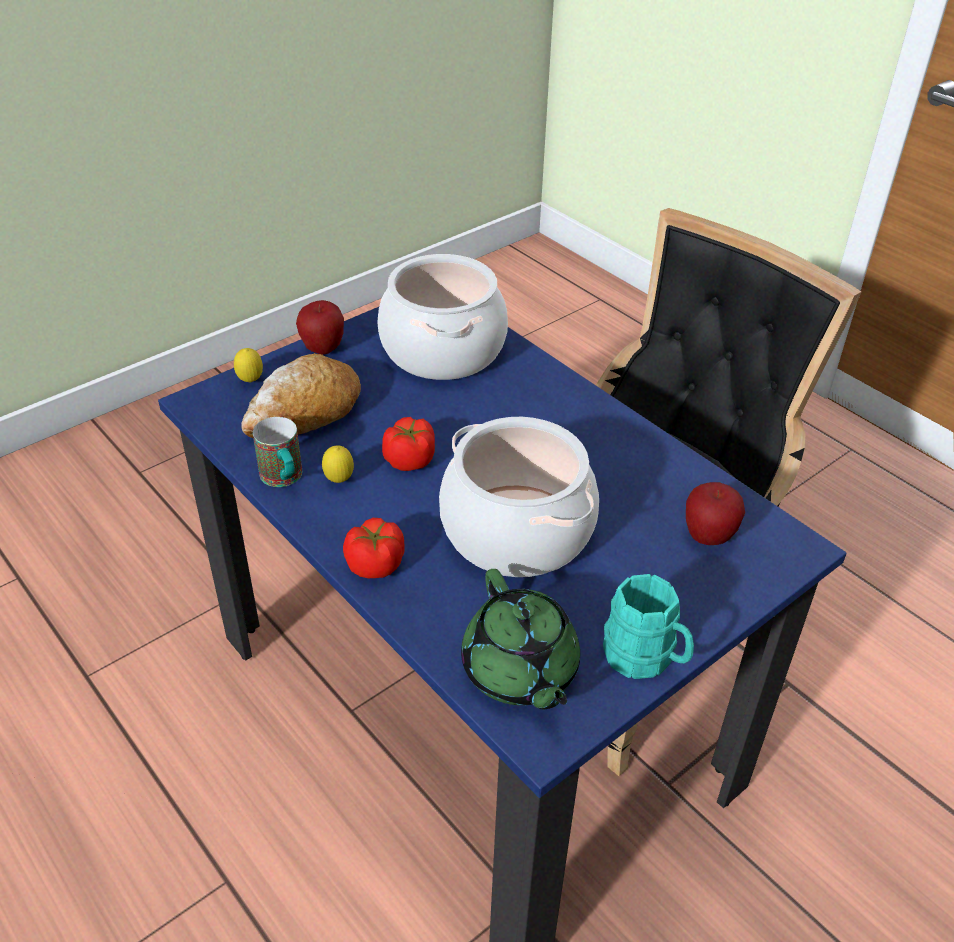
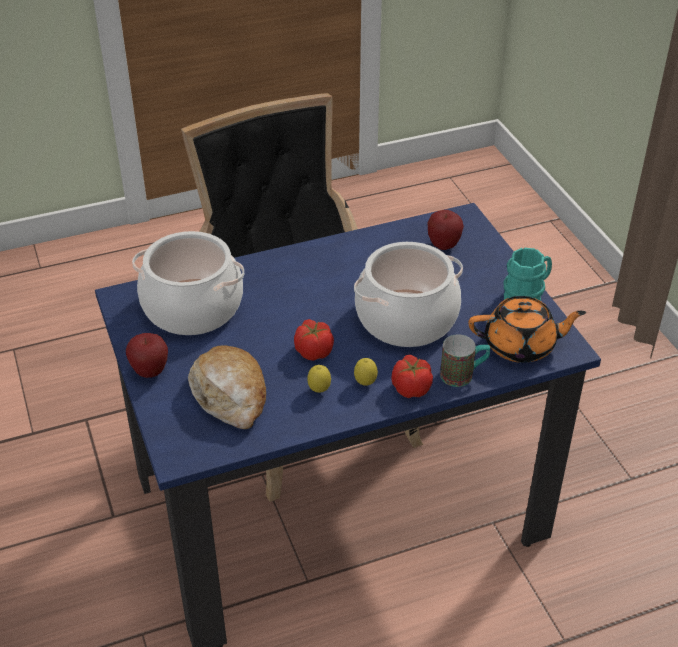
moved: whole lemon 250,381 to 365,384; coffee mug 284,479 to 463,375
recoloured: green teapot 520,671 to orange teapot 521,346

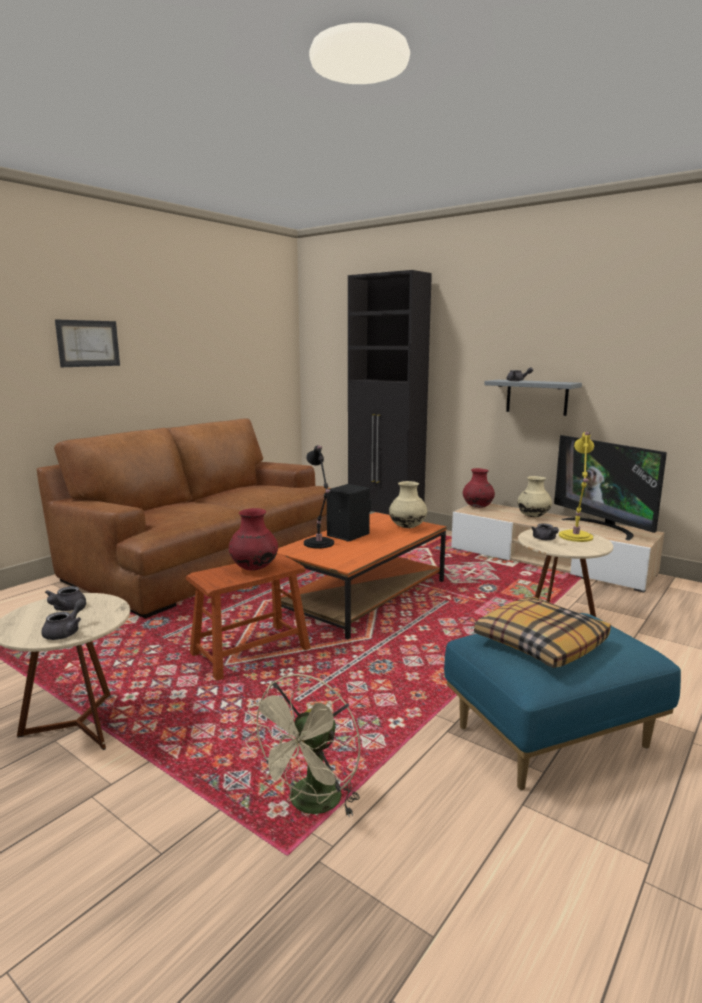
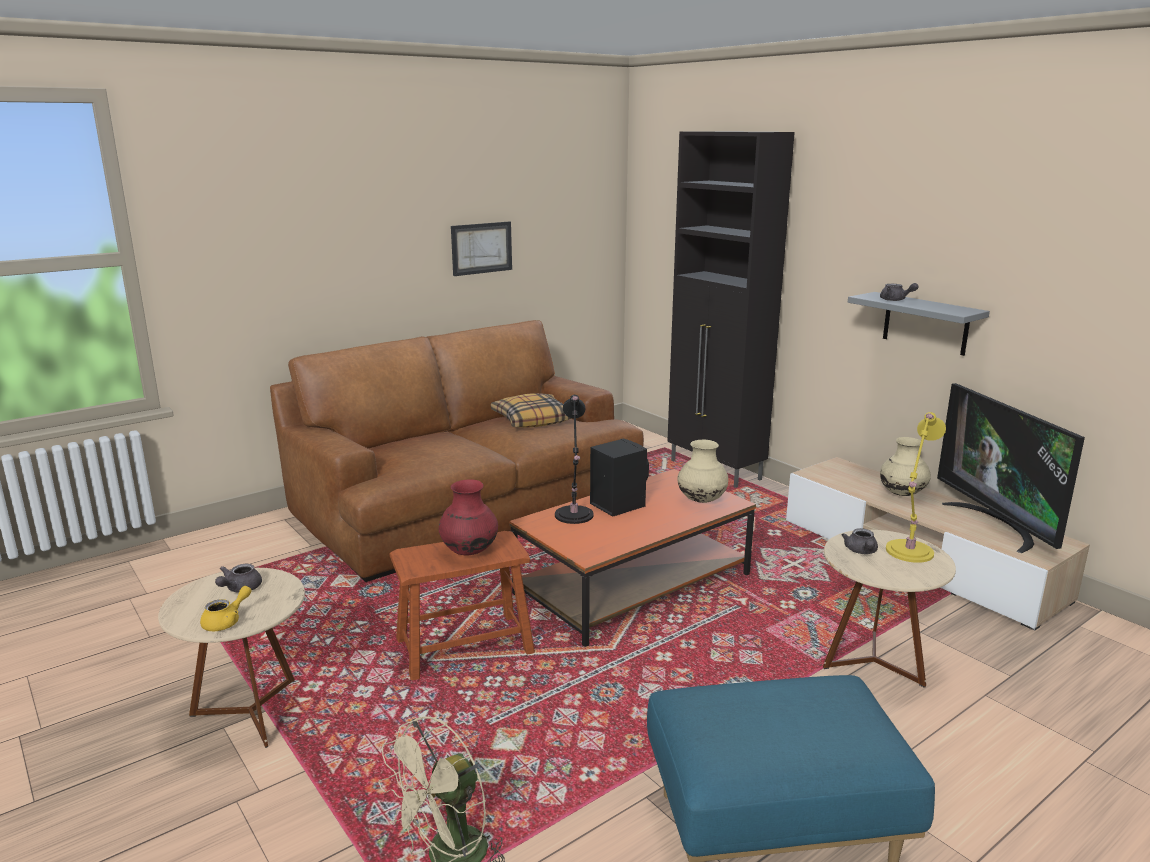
removed: reddish flower vase 477,507
moved: wall art 88,343 to 481,248; cushion 540,643 to 533,420
recoloured: greyish teapot 66,632 to yellow-coloured teapot 227,621

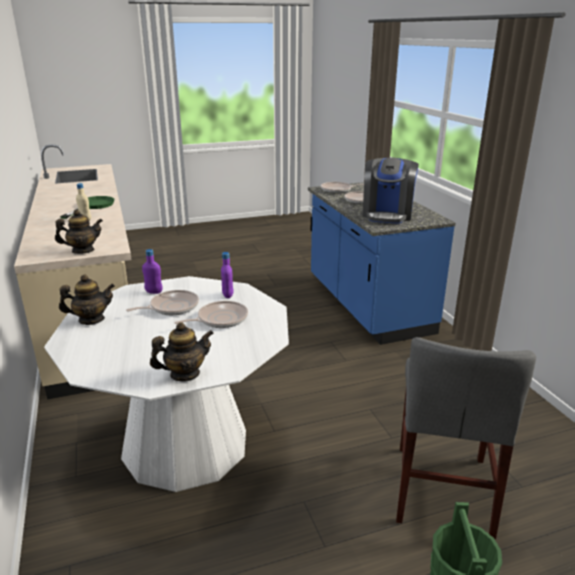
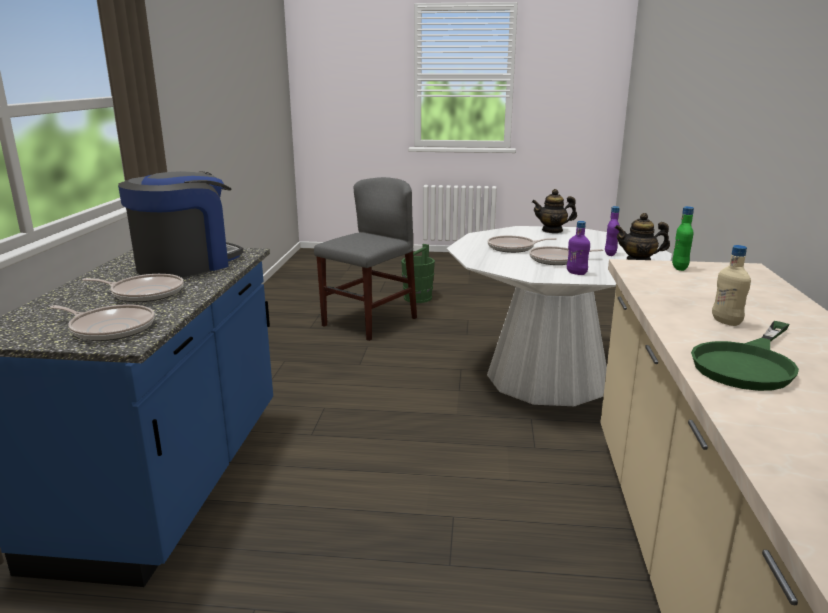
moved: purple bottle 228,295 to 610,254
replaced: teapot 83,251 to green bottle 679,268

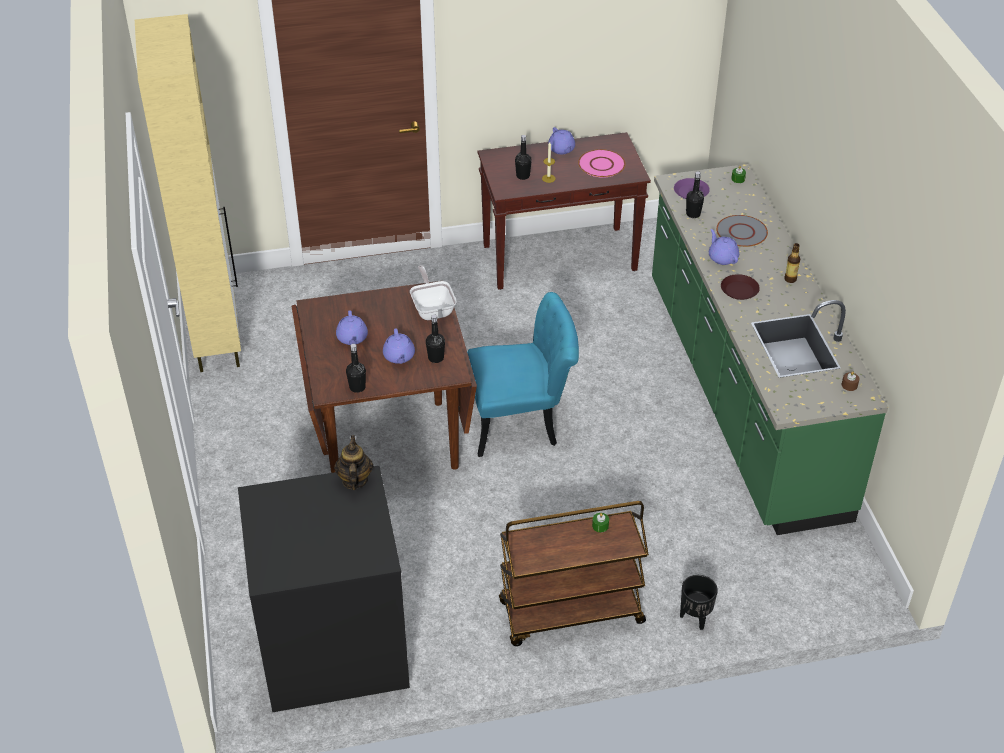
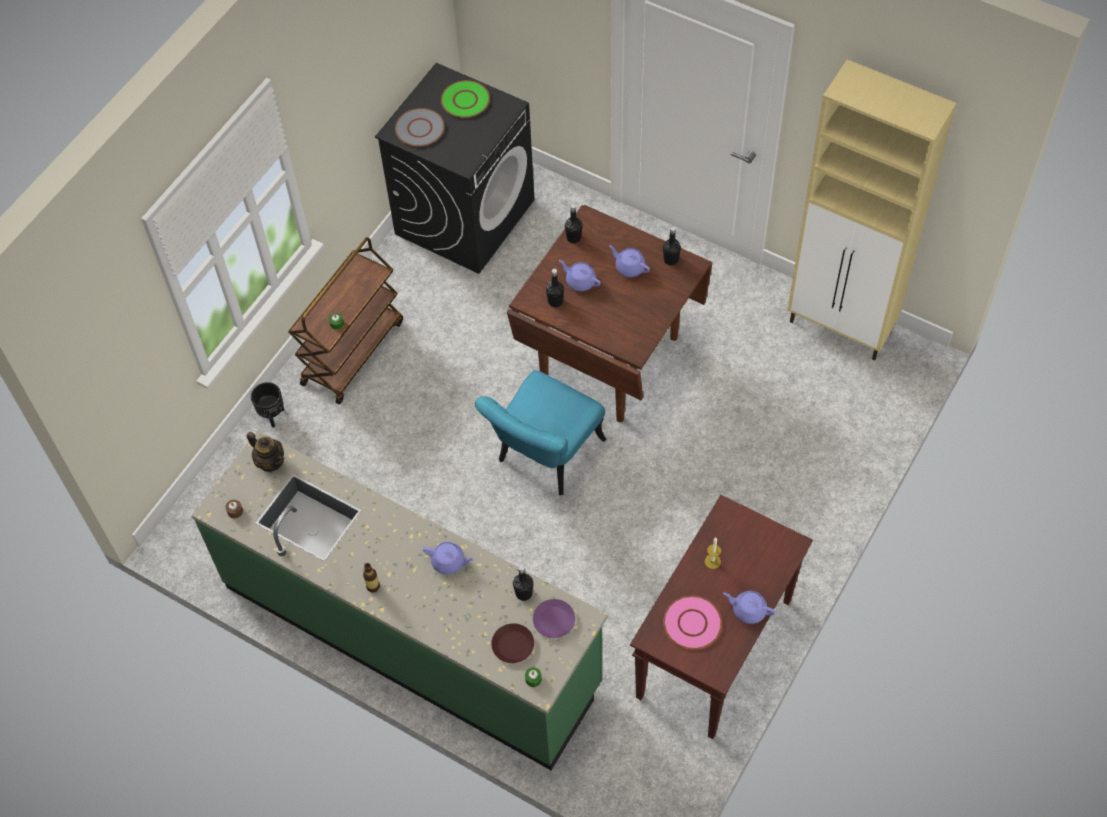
removed: pan 432,308
added: green dinner plate 465,100
moved: black bottle 523,176 to 671,260; greyish dinner plate 741,232 to 420,129; brownish dinner plate 739,291 to 512,645; teapot 354,480 to 270,462

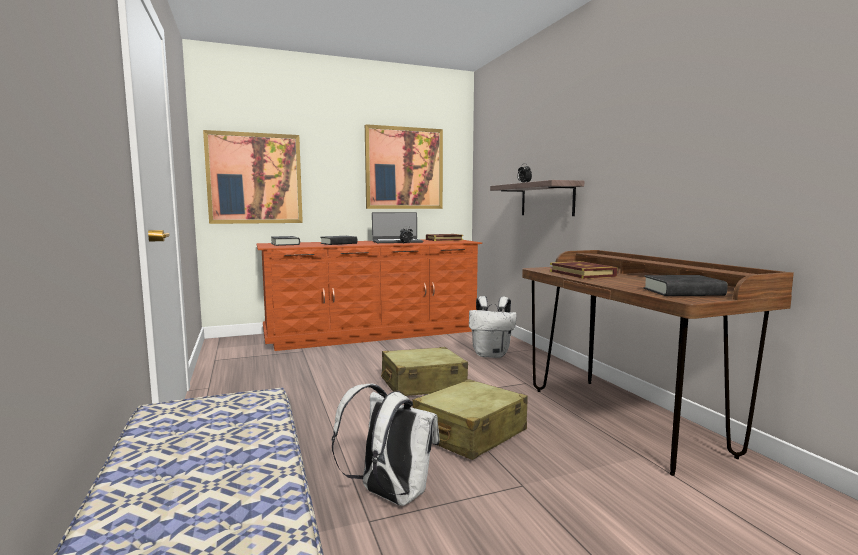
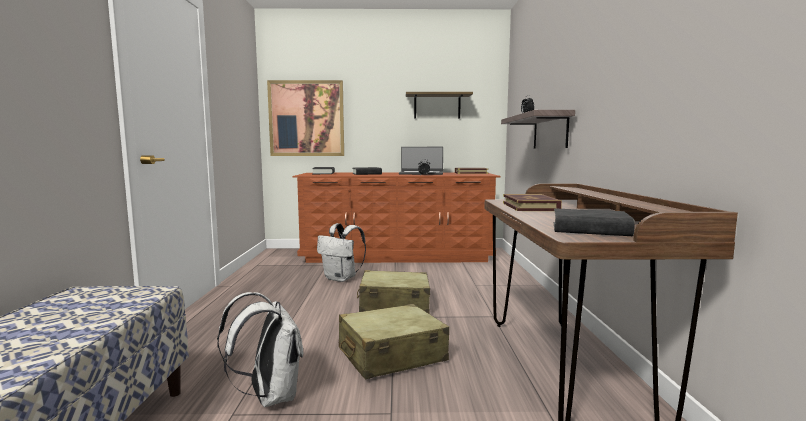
moved: white-coloured knapsack 491,354 to 341,278
replaced: wall art 404,168 to wall shelf 437,106

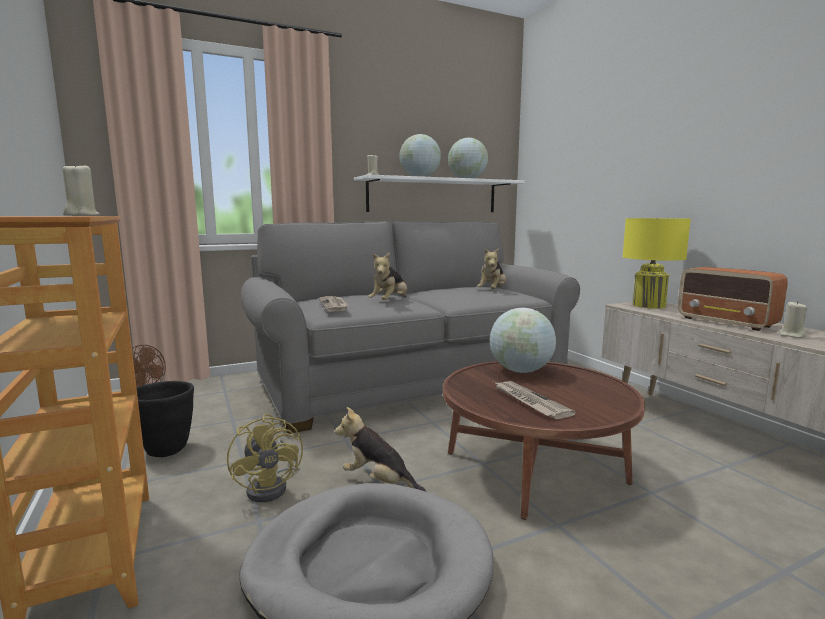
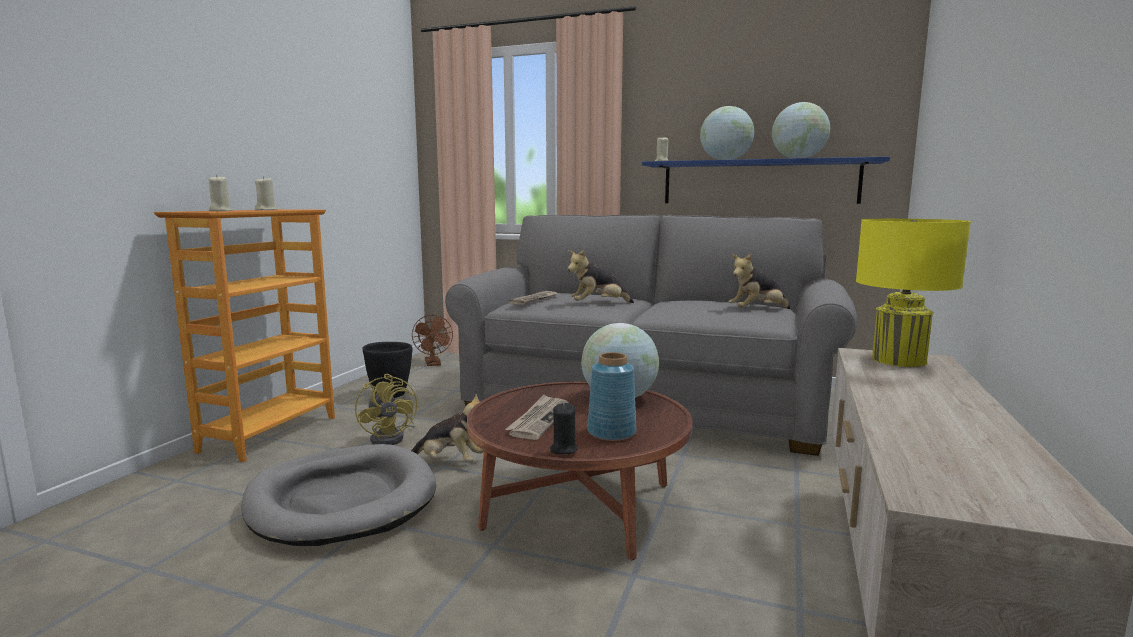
removed: radio receiver 727,322
added: blue-coloured flower vase 611,433; black wax light 563,449
moved: sand-coloured wax light 792,335 to 220,211
recoloured: white-coloured wall shelf 433,196 to blue-coloured wall shelf 759,182
turned: cuddly toy 378,482 = 450,462 120 degrees clockwise; yellow-coloured cooling fan 273,487 = 392,438 45 degrees counterclockwise

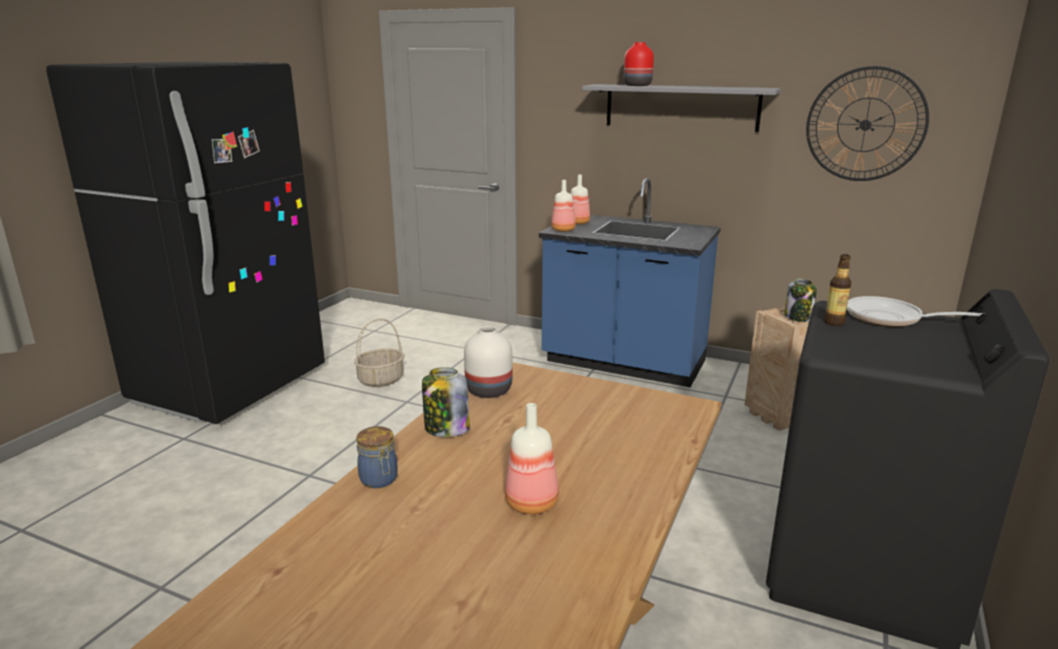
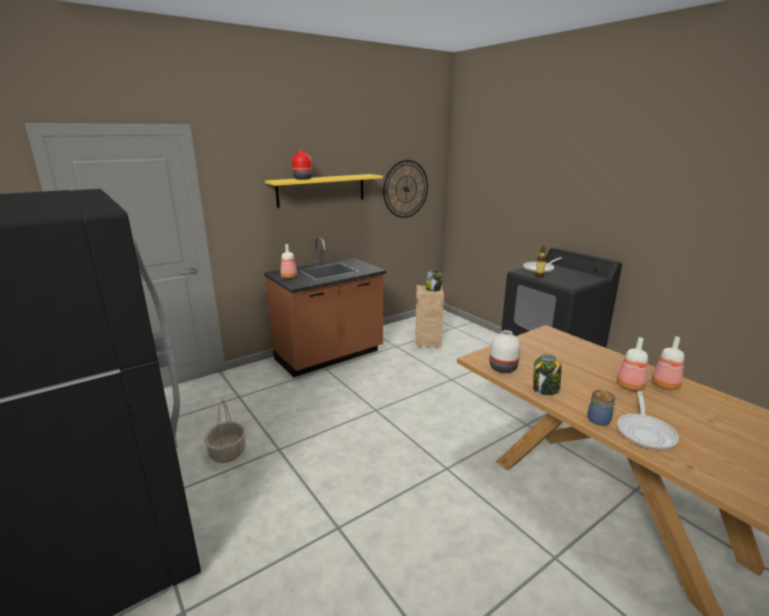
added: pan 645,432
moved: bottle 564,230 to 665,384
recoloured: greyish wall shelf 681,107 to yellow-coloured wall shelf 321,190; blue-coloured counter 623,363 to brownish counter 329,356

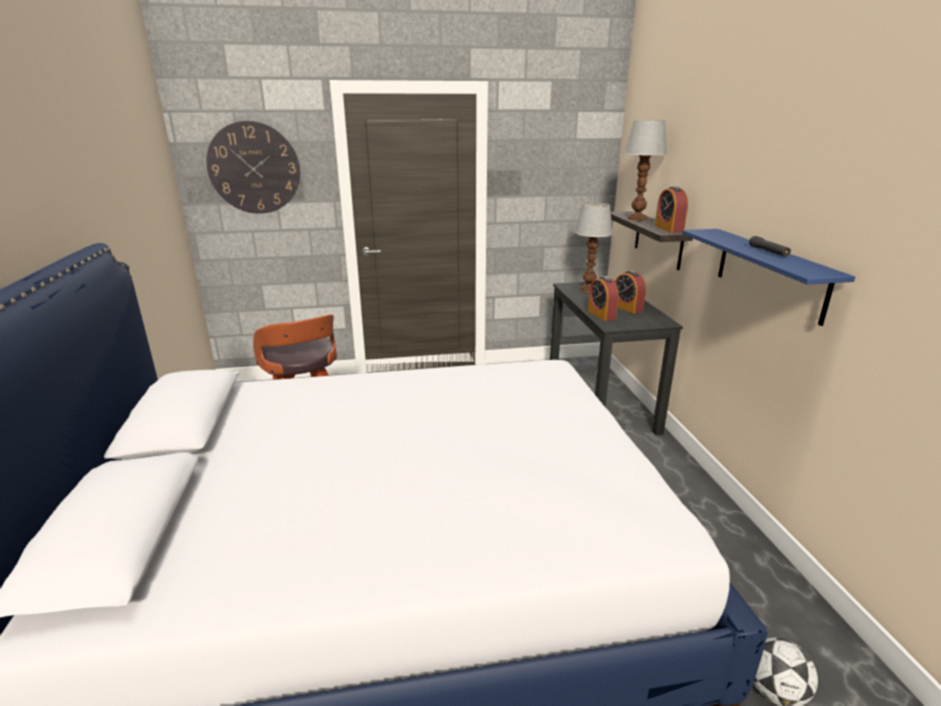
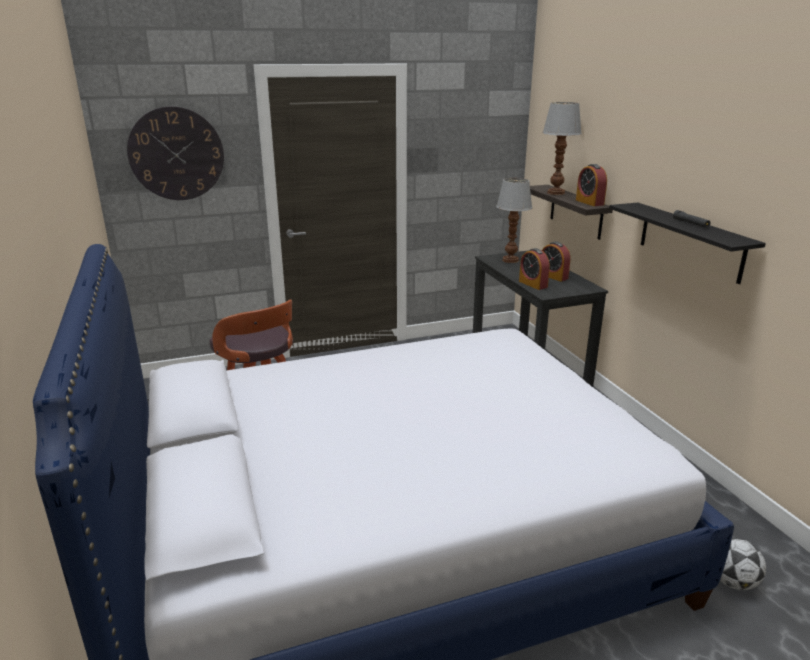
recoloured: blue-coloured wall shelf 770,273 to black wall shelf 690,241

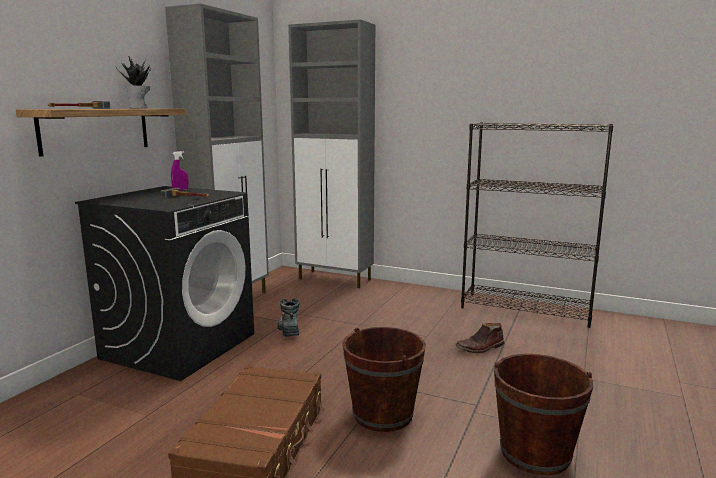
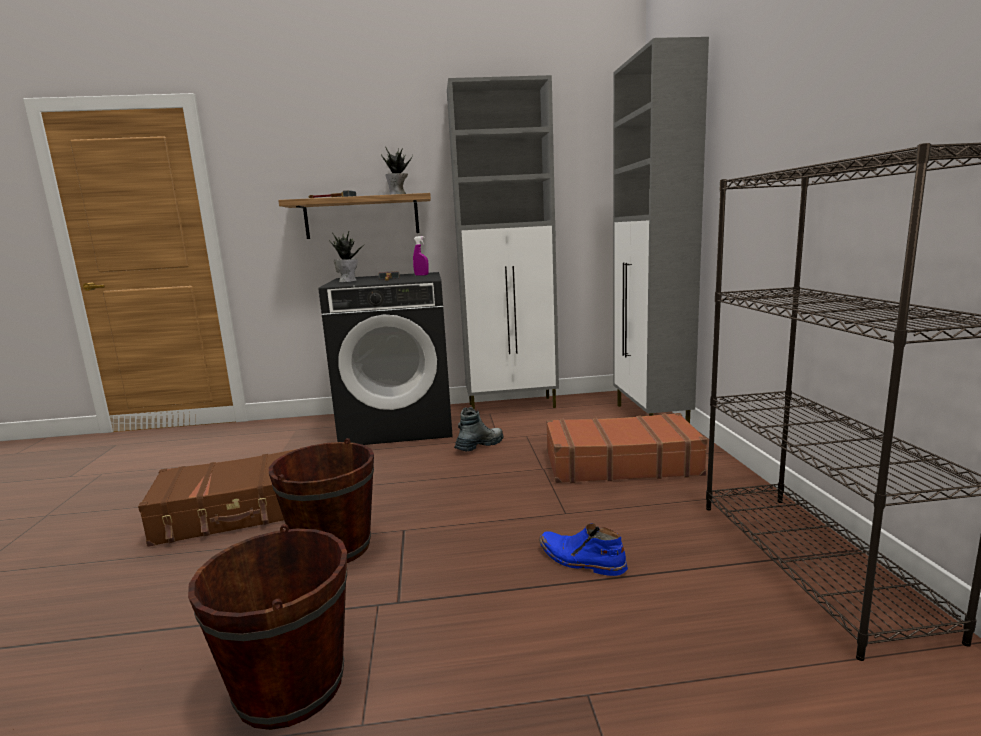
added: houseplant 348,281; brownish piece of luggage 620,463
recoloured: brownish tall boot 480,348 to blue-coloured tall boot 581,560

